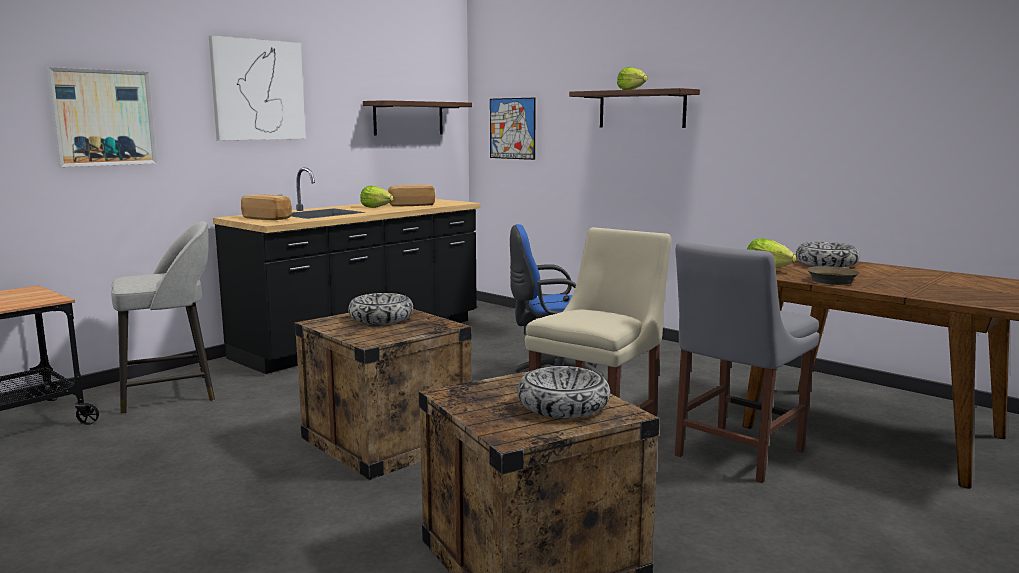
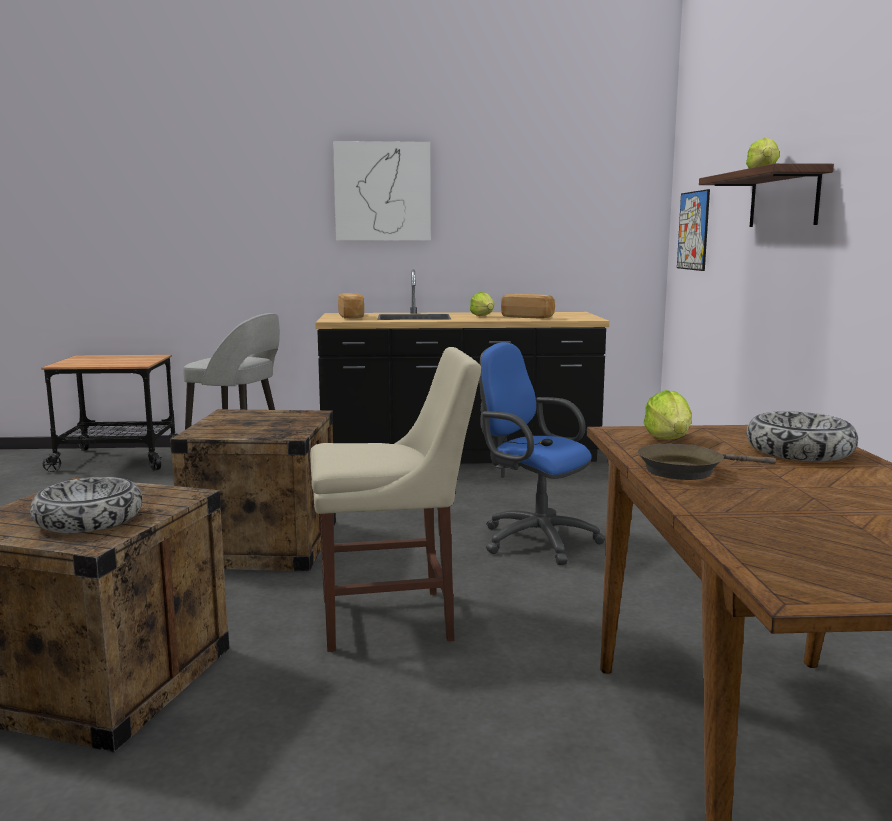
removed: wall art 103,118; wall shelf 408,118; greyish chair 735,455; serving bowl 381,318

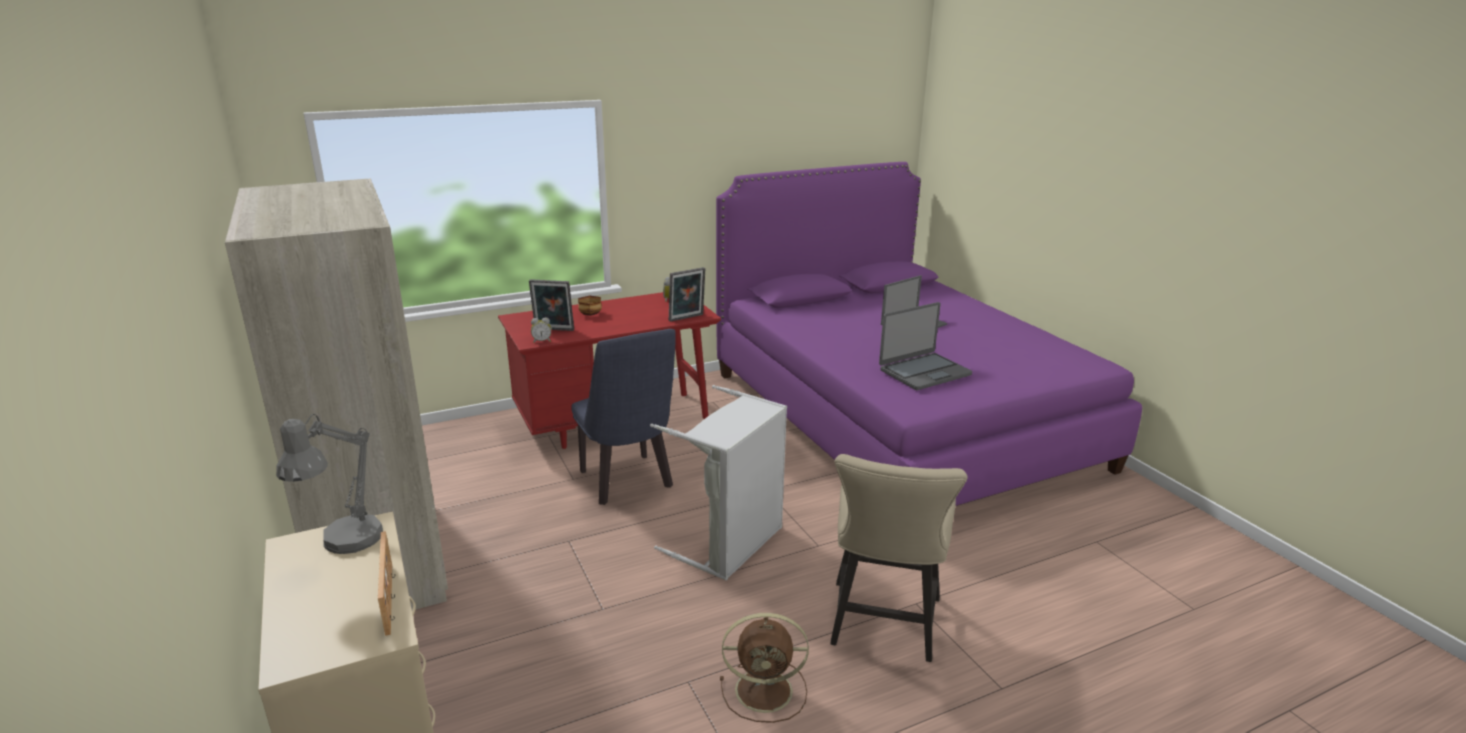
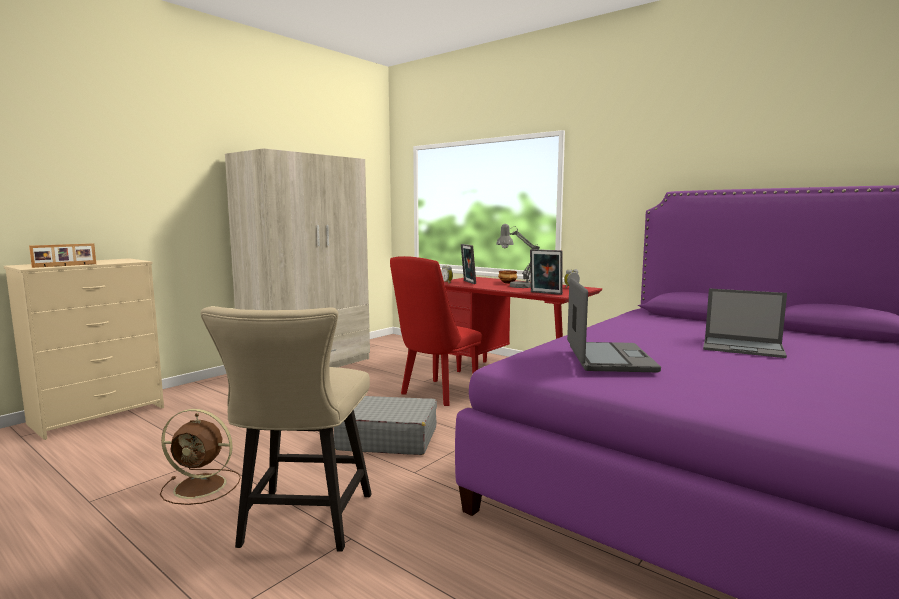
moved: greyish table lamp 345,544 to 515,286
replaced: greyish laundry basket 730,544 to greyish piece of luggage 387,438
recoloured: blue-coloured chair 628,483 to reddish chair 435,394
turned: laptop 924,372 = 608,358 120 degrees counterclockwise; sand-coloured chair 883,627 = 302,525 75 degrees counterclockwise; brownish cooling fan 766,690 = 202,486 60 degrees counterclockwise

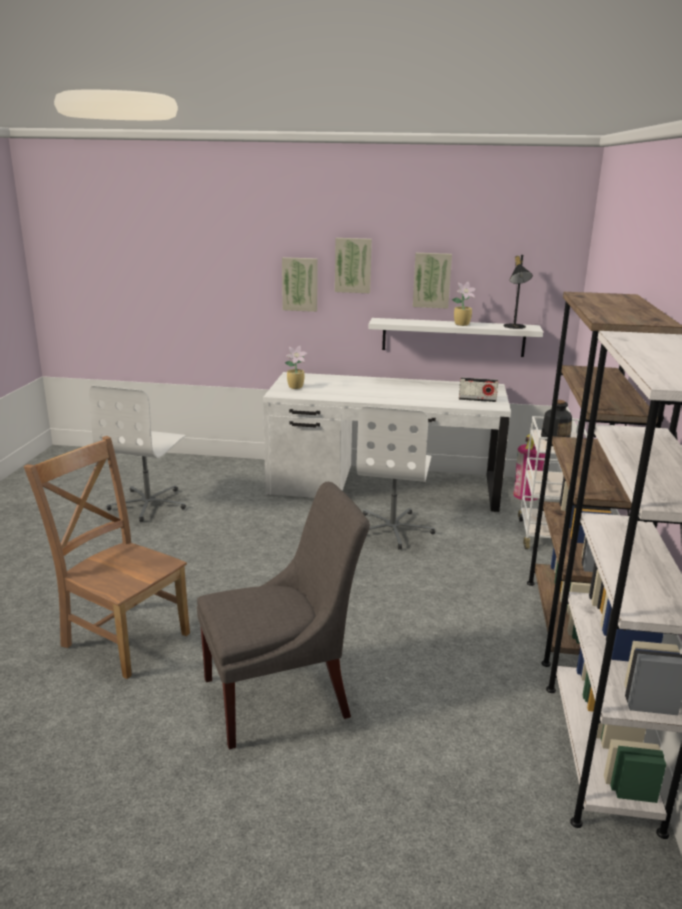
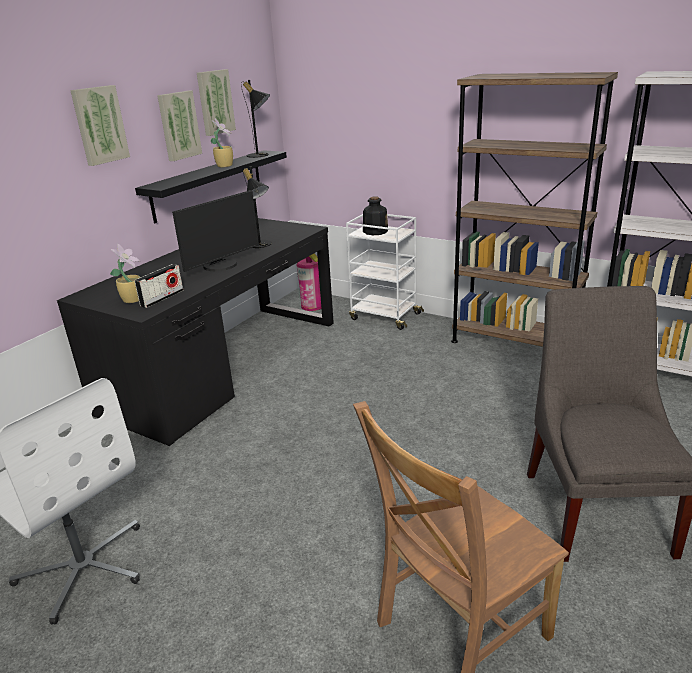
removed: white-coloured office chair 393,529
added: black table lamp 261,245; computer display 221,265
moved: wall art 300,284 to 214,102; radio receiver 477,399 to 162,298
recoloured: white-coloured wall shelf 453,337 to black wall shelf 208,184; white-coloured desk table 384,485 to black desk table 226,365

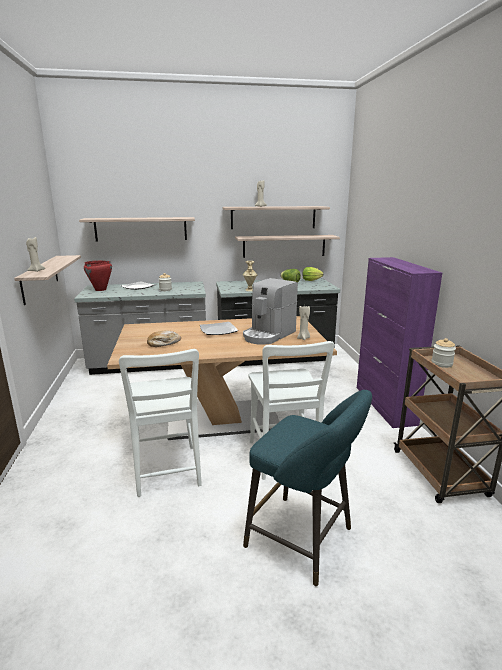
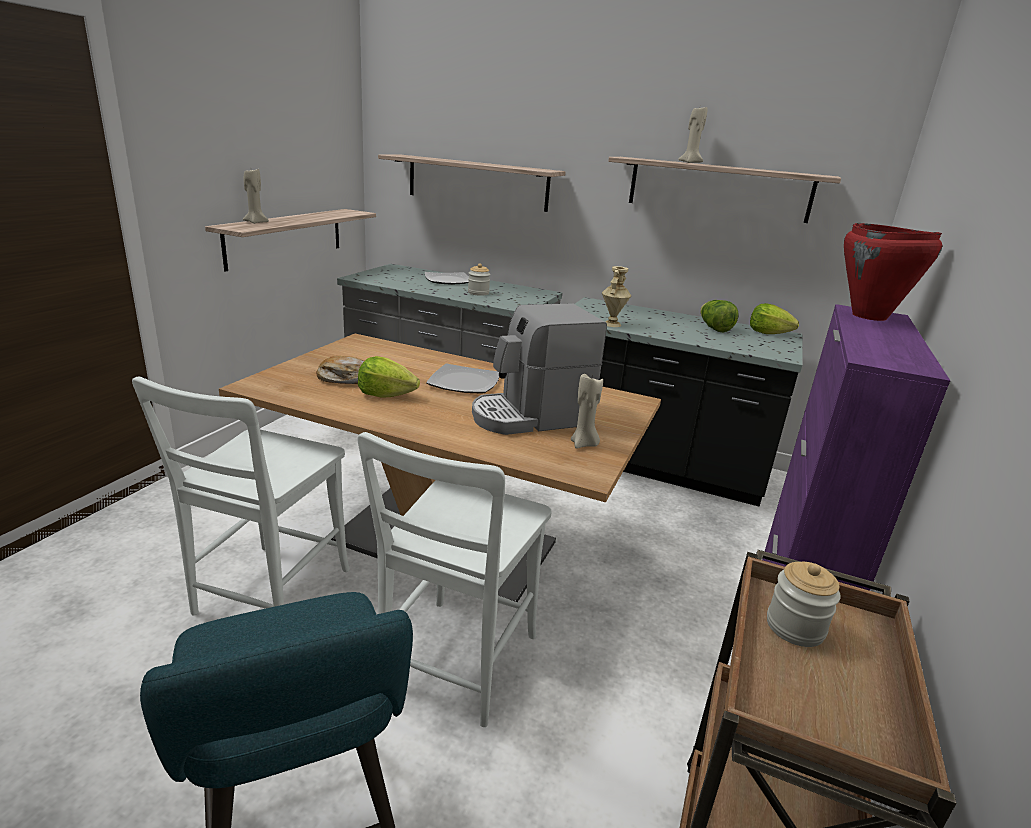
removed: wall shelf 284,246
added: lettuce head 386,395
moved: reddish cooking pot 100,290 to 869,316

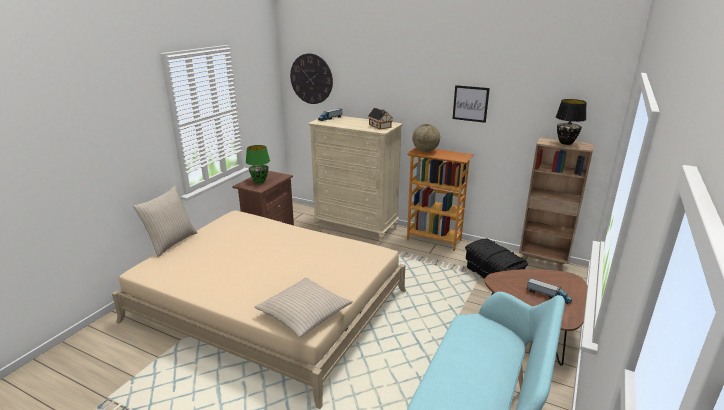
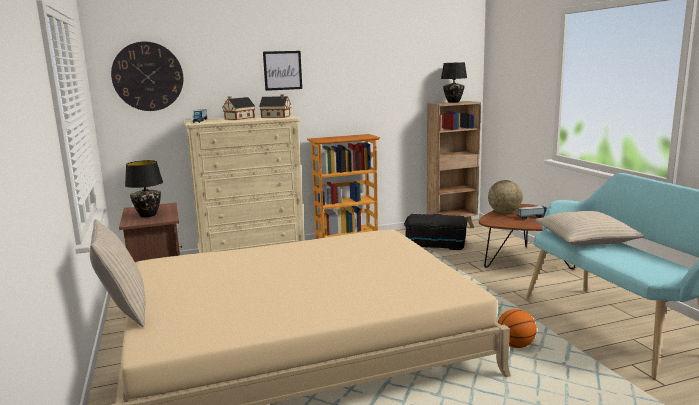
added: miniature house 238,118; basketball ball 515,345
moved: wall art 470,103 to 282,70; world globe 425,151 to 504,212; sand-coloured cushion 304,313 to 586,239
recoloured: green table lamp 259,181 to black table lamp 148,215

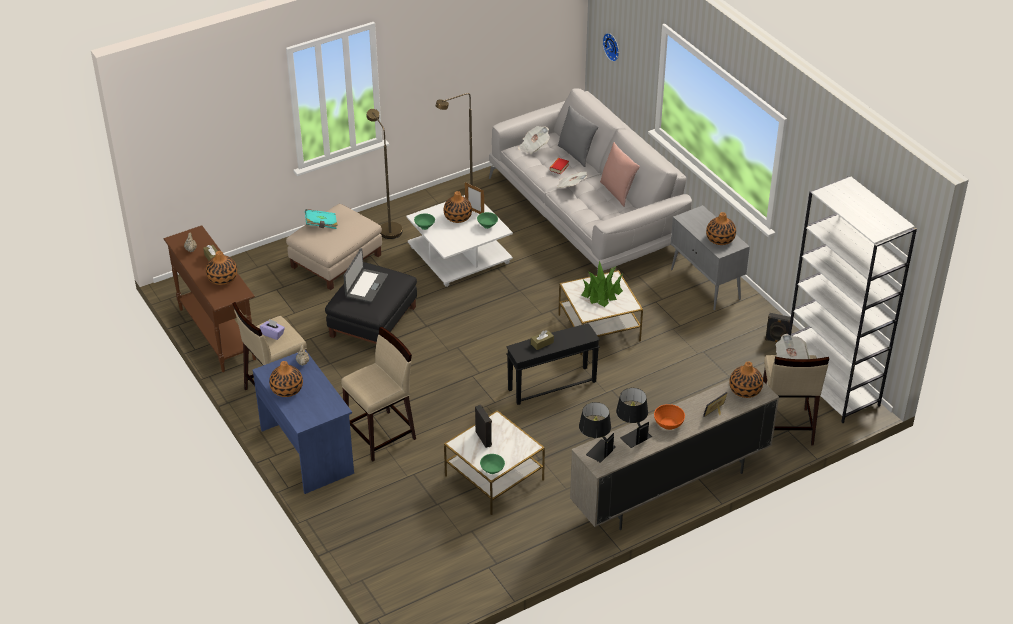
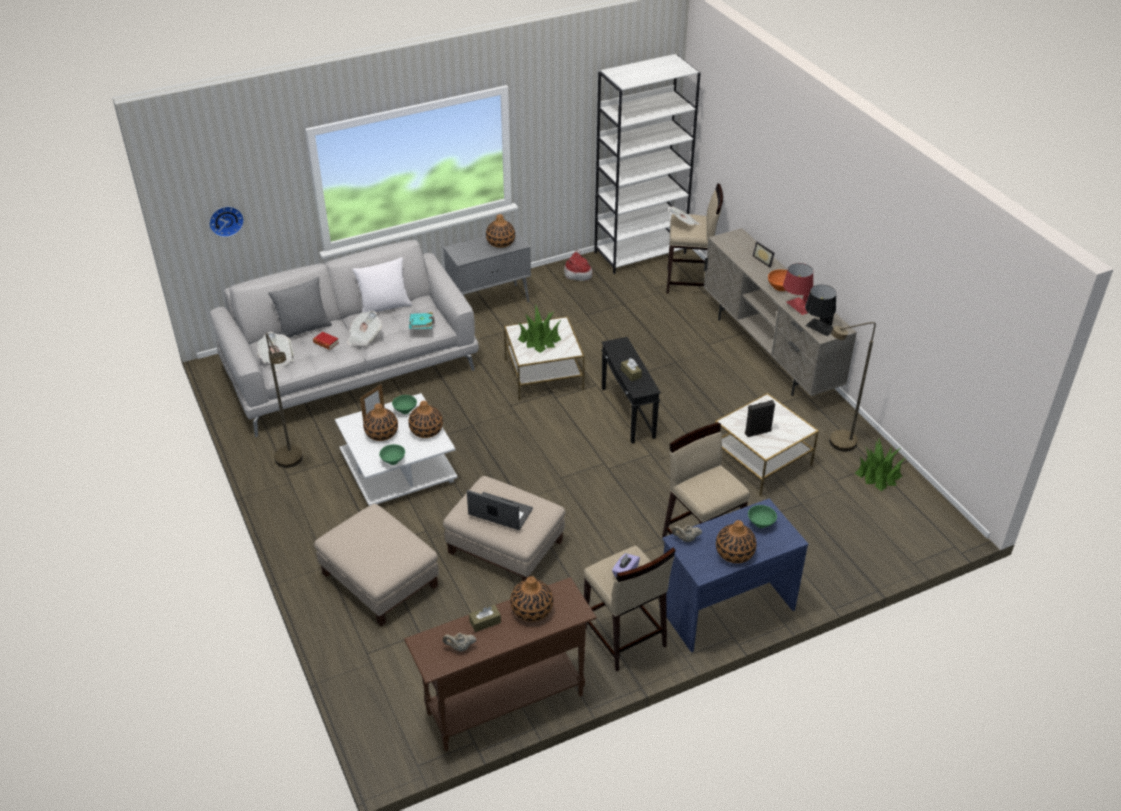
added: houseplant 878,474
moved: brownish standing lamp 387,228 to 836,444; turquoise bound book 321,224 to 422,327; flower vase 745,390 to 426,430; green serving bowl 493,470 to 760,523
replaced: black audio speaker 776,341 to clothing hat 577,273
recoloured: pinkish cushion 617,192 to white-coloured cushion 385,307; black ottoman 372,321 to sand-coloured ottoman 504,547; black table lamp 631,433 to reddish table lamp 796,307

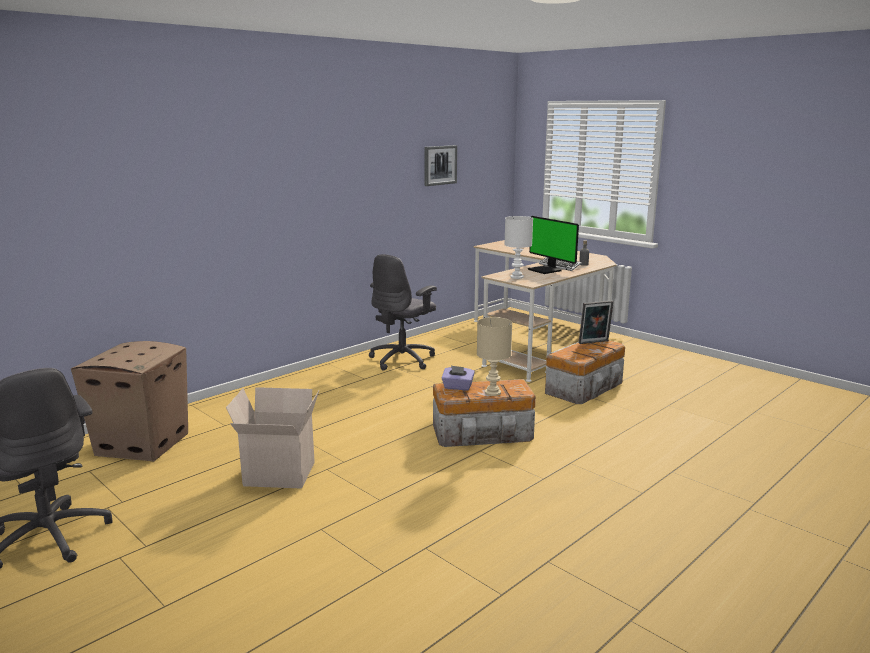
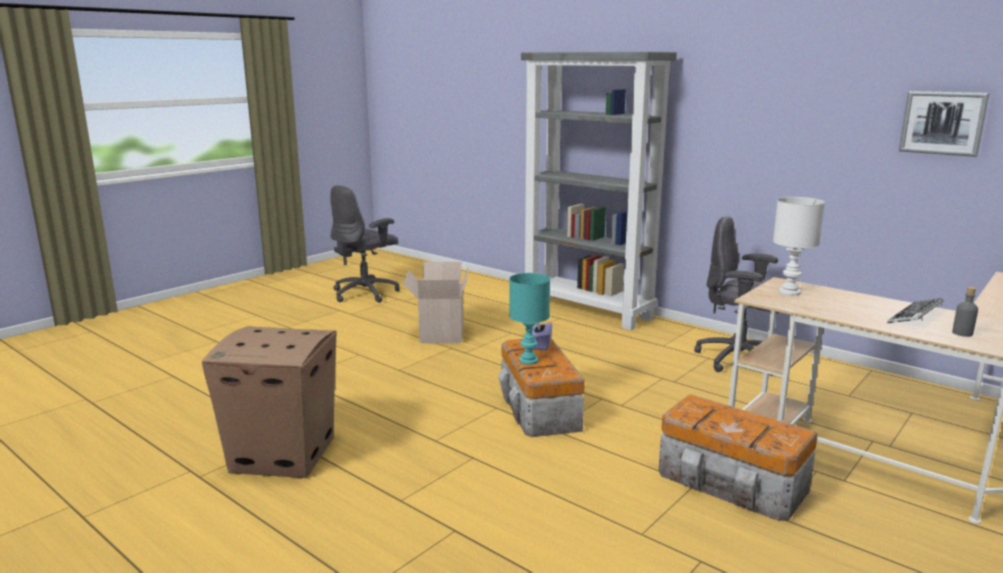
removed: computer display 546,270; photo frame 594,342
added: greyish shelving unit 588,310
moved: packing box 143,444 to 284,454
recoloured: sand-coloured table lamp 492,393 to turquoise table lamp 527,360

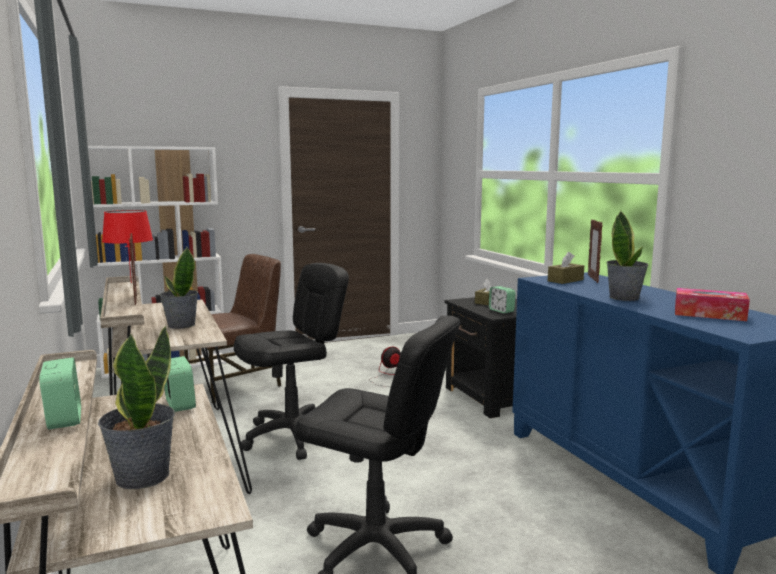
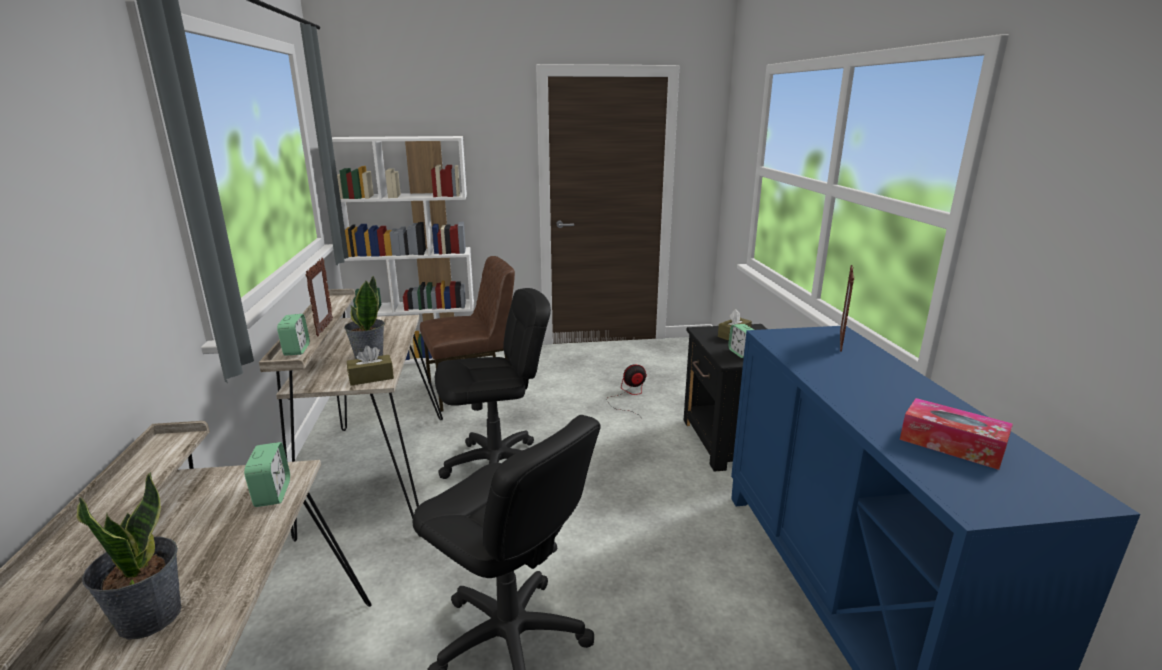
removed: reddish table lamp 130,282; houseplant 624,298
moved: brownish box of tissues 565,280 to 371,378; bedside clock 64,419 to 296,350

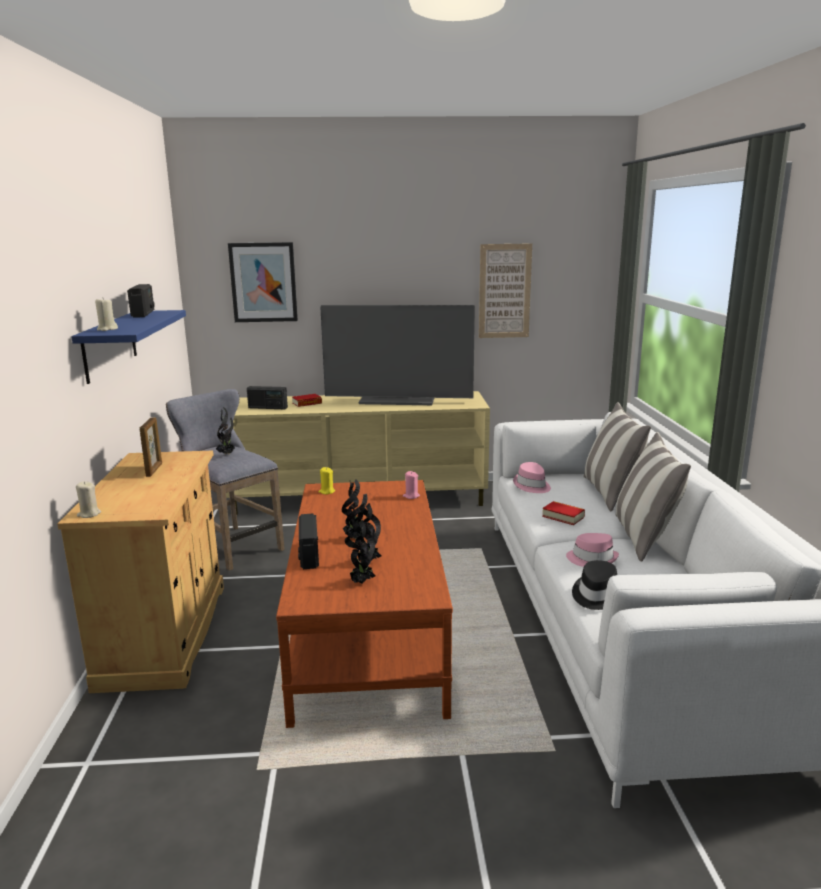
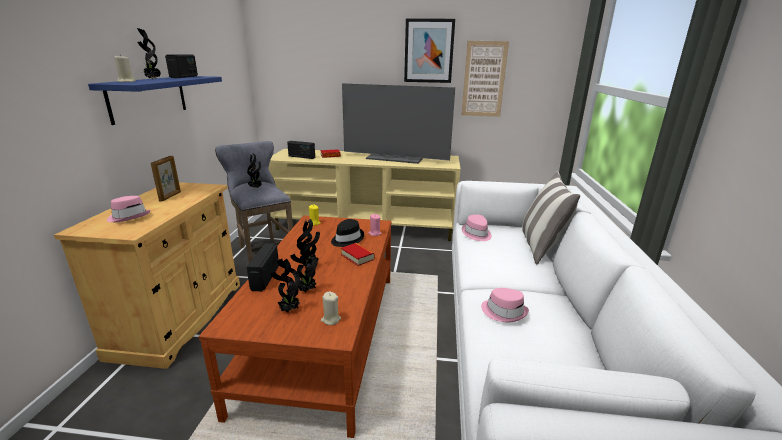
removed: cushion 644,538
added: houseplant 153,79; pinkish clothing hat 129,216
moved: wall art 263,282 to 429,51; sand-coloured wax light 89,514 to 330,319; bound book 563,517 to 357,257; black clothing hat 596,594 to 347,239

